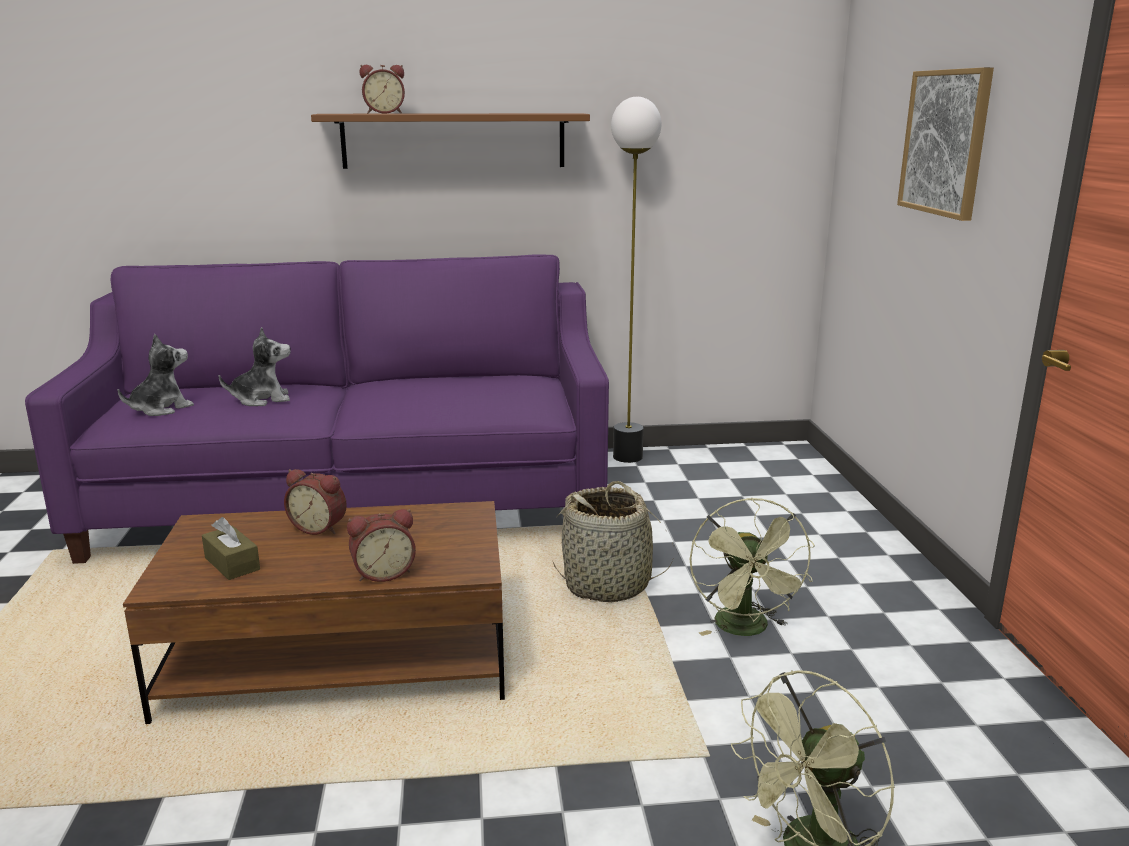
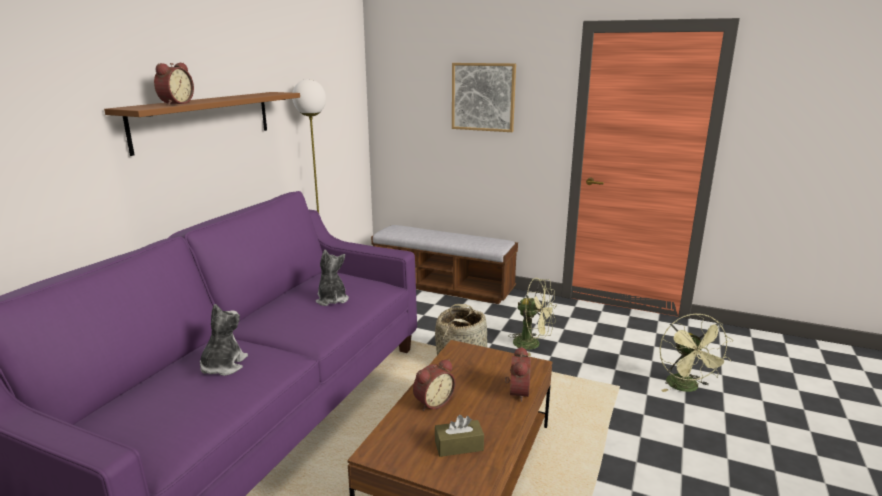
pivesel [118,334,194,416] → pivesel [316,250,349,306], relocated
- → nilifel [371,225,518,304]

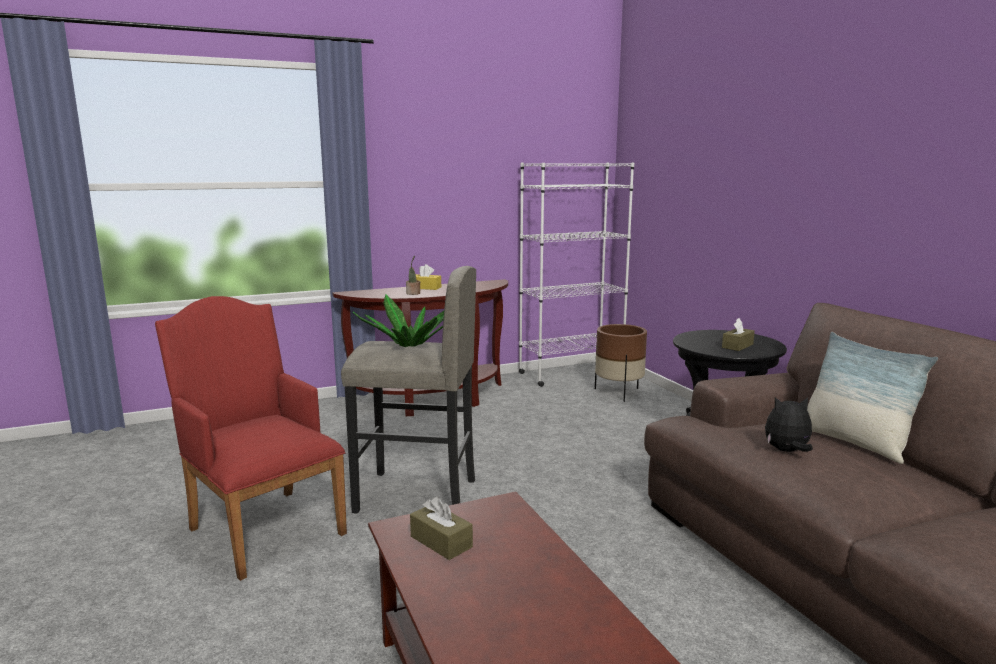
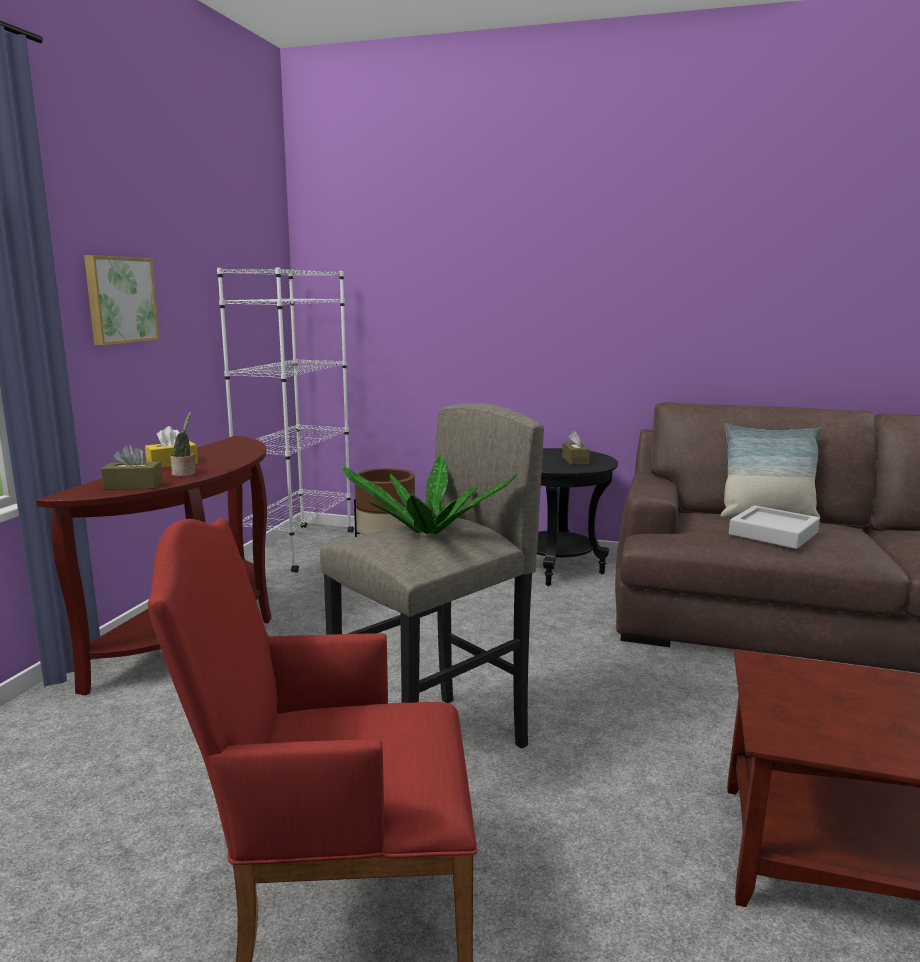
- → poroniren [84,255,160,345]
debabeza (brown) [410,496,473,560] → debabeza (brown) [101,444,163,490], relocated
pivesel [765,397,813,452] → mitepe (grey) [729,505,820,549]

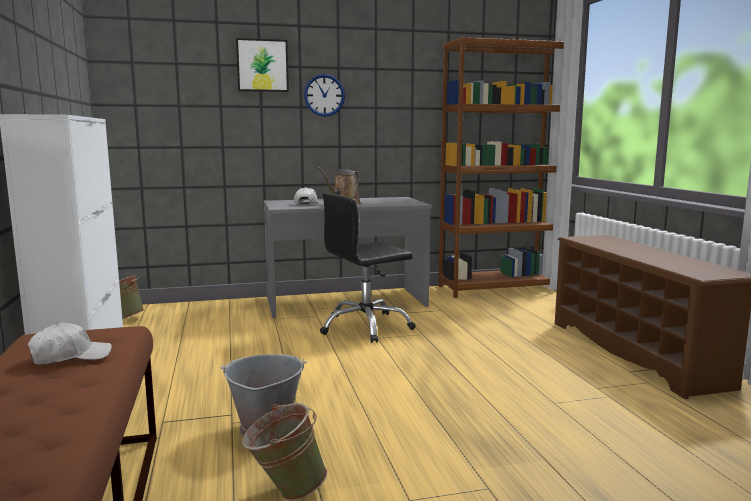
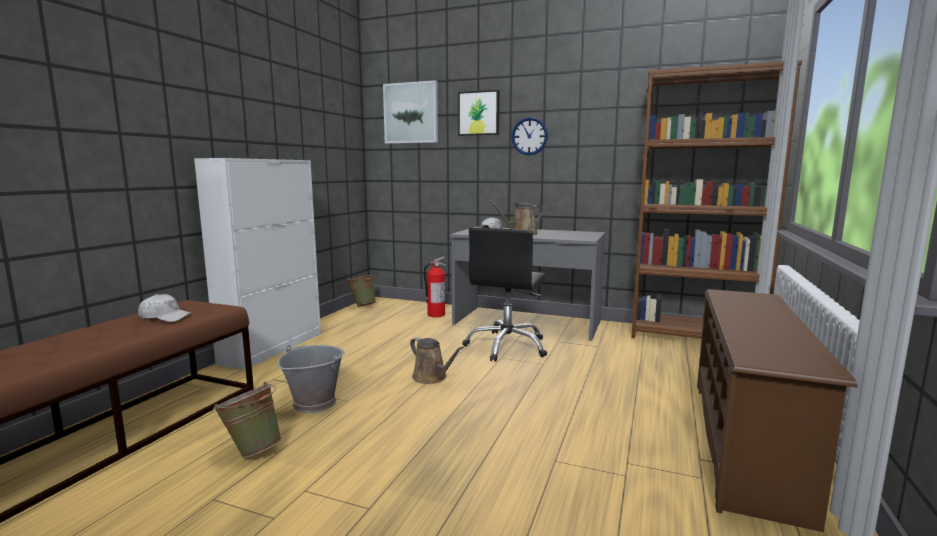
- → poroniren [383,80,438,144]
- → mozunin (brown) [410,337,464,384]
- → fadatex [424,257,446,317]
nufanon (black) [320,193,416,343] → nufanon (black) [462,228,547,362], 75 degrees counterclockwise

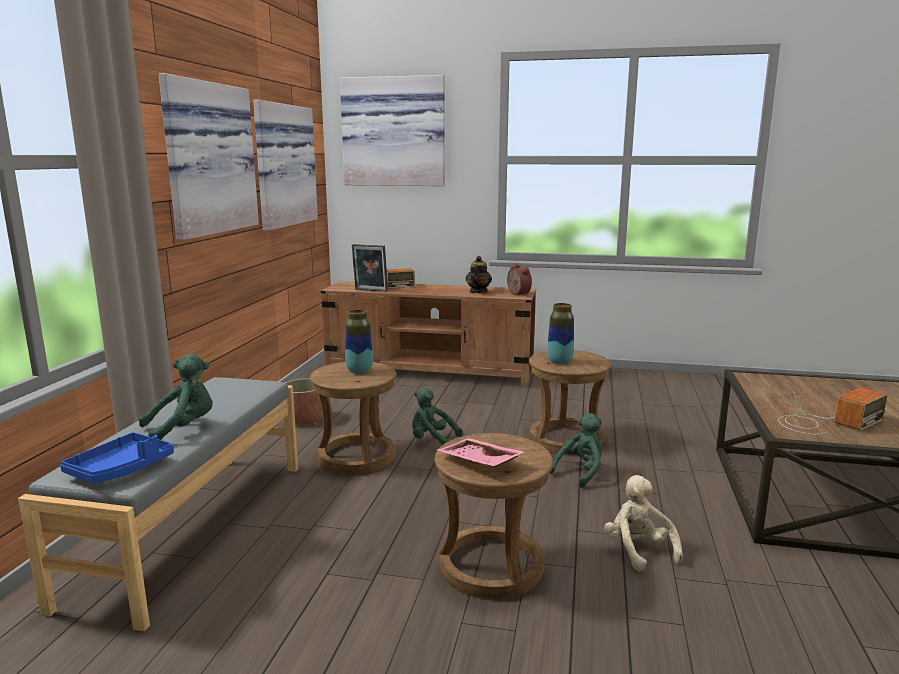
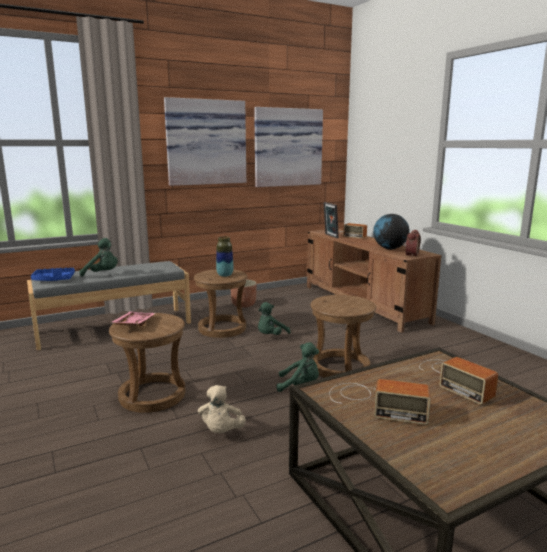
pivesel (beige) [604,475,683,571] → pivesel (beige) [198,385,246,433], 150 degrees clockwise
pivesel (green) [412,388,463,445] → pivesel (green) [258,302,290,335], 120 degrees counterclockwise
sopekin [466,256,492,293] → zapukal [373,214,409,250]
- → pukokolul [419,357,498,405]
poroniren [340,75,445,186] → -
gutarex [547,303,574,365] → -

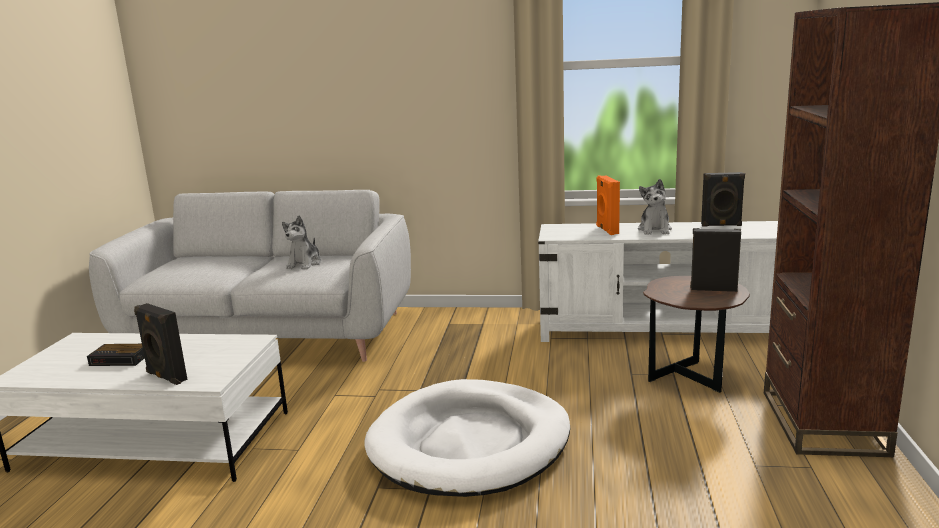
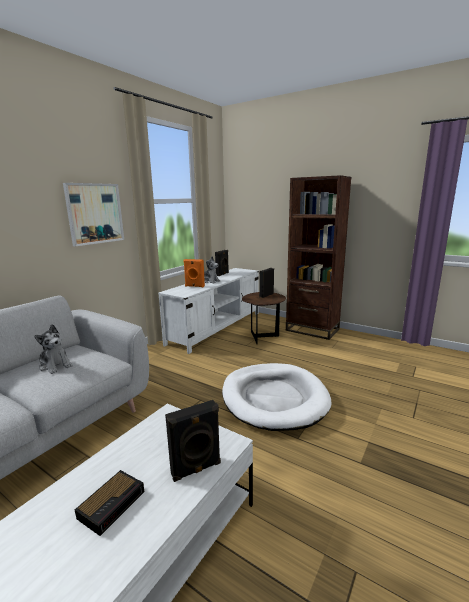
- → poroniren [63,183,124,247]

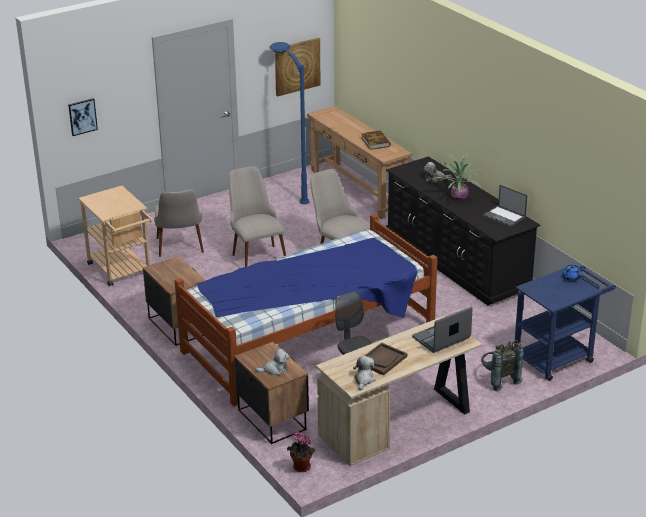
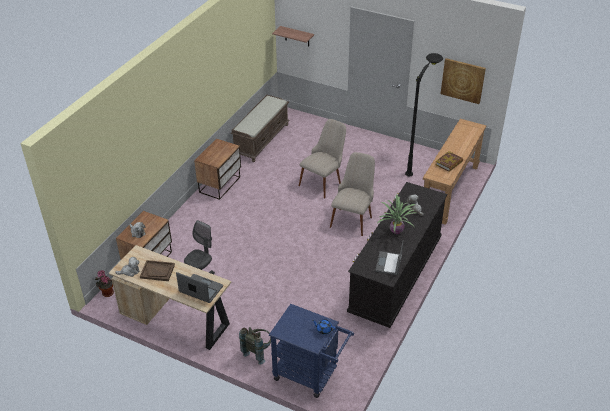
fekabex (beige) [78,186,153,286] → nilifel (brown) [231,95,290,162]
poroniren [68,98,98,136] → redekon [272,26,314,46]
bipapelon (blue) [269,42,310,204] → bipapelon (black) [405,53,443,177]
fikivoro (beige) [154,189,204,257] → -
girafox [175,214,437,406] → -

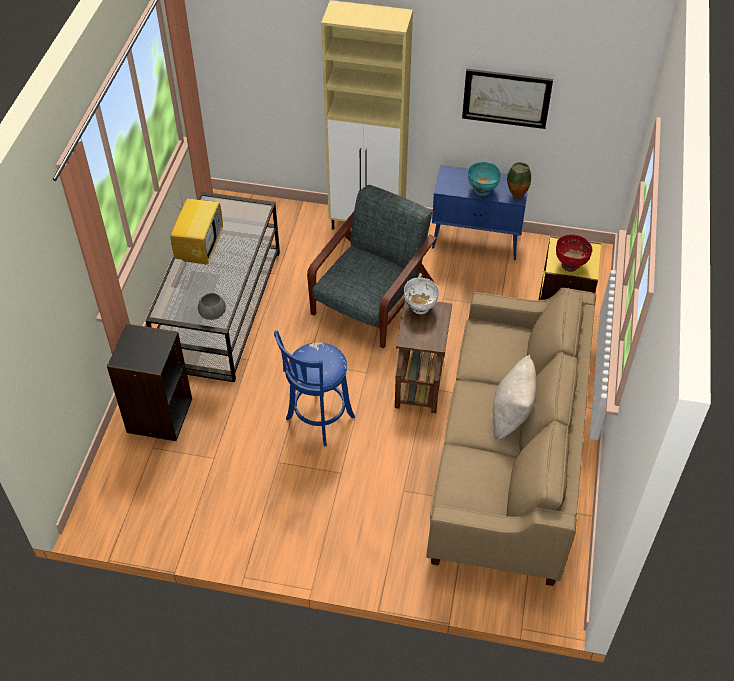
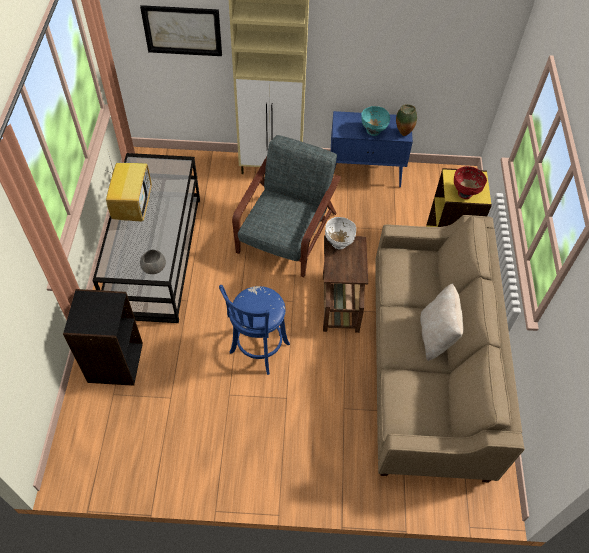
poroniren [462,69,553,129] → poroniren [140,5,222,56], relocated

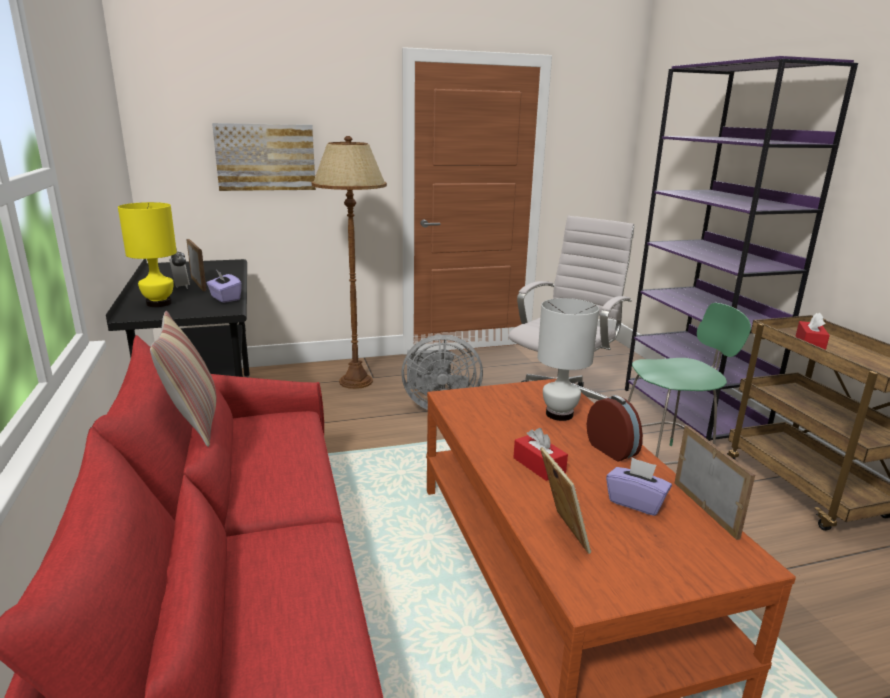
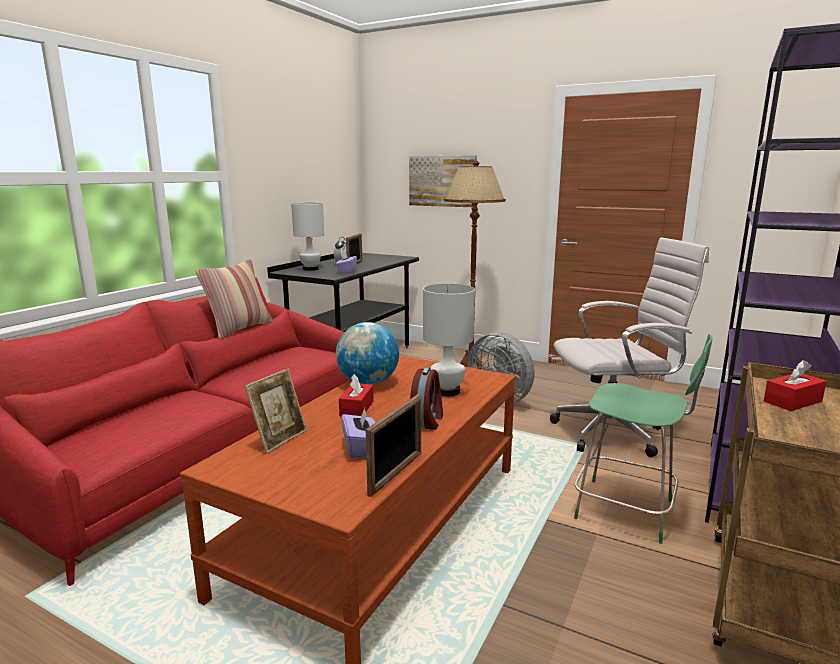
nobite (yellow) [118,202,177,307] → nobite (white) [291,203,324,271]
- → zapukal [336,322,399,385]

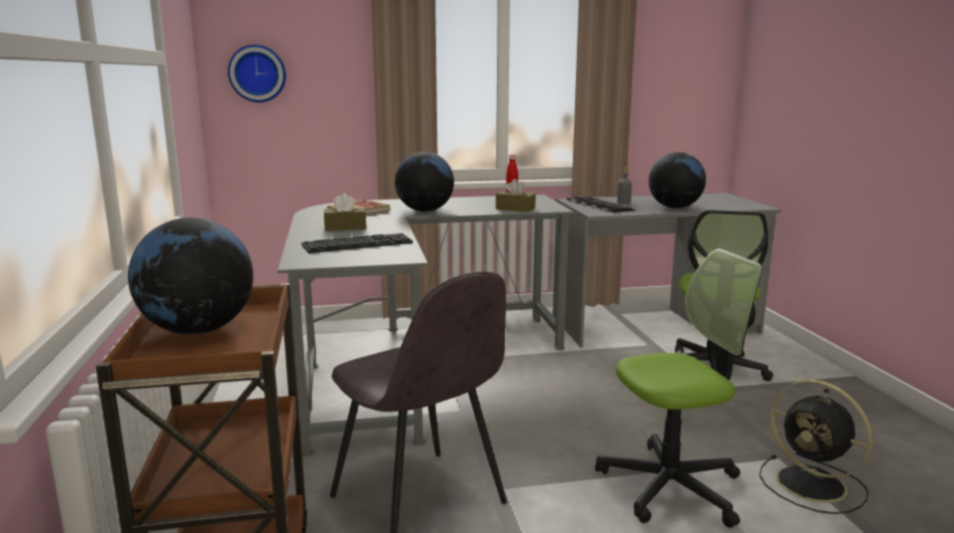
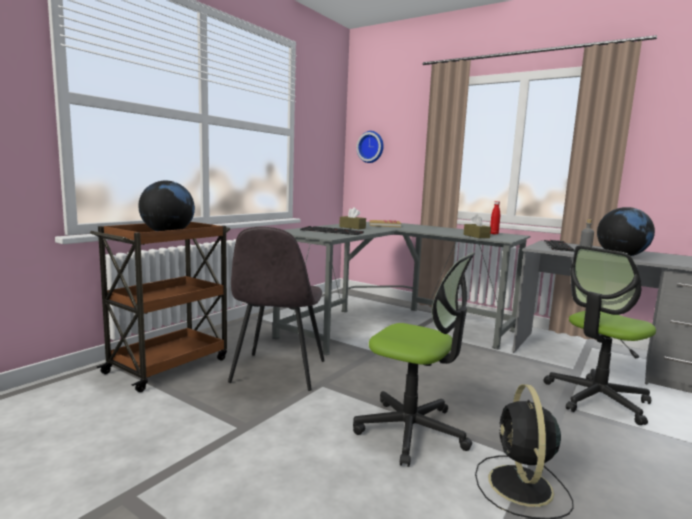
zapukal [395,152,454,212] → -

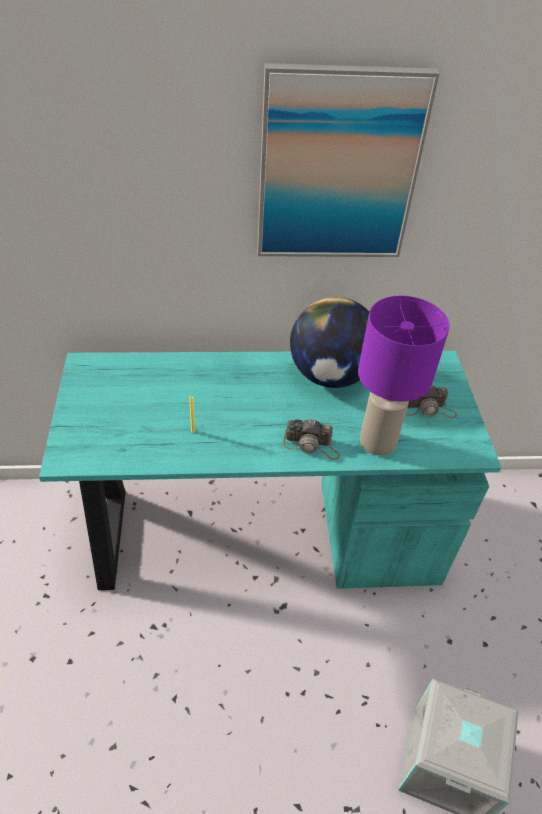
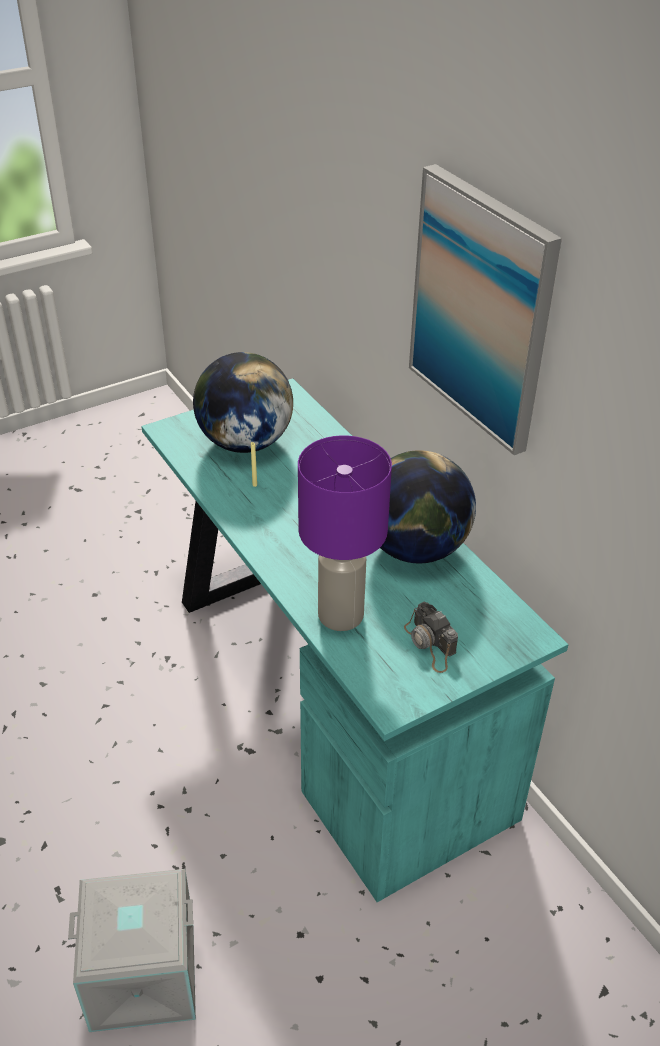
- → zapukal [193,352,293,453]
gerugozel [283,419,340,460] → -

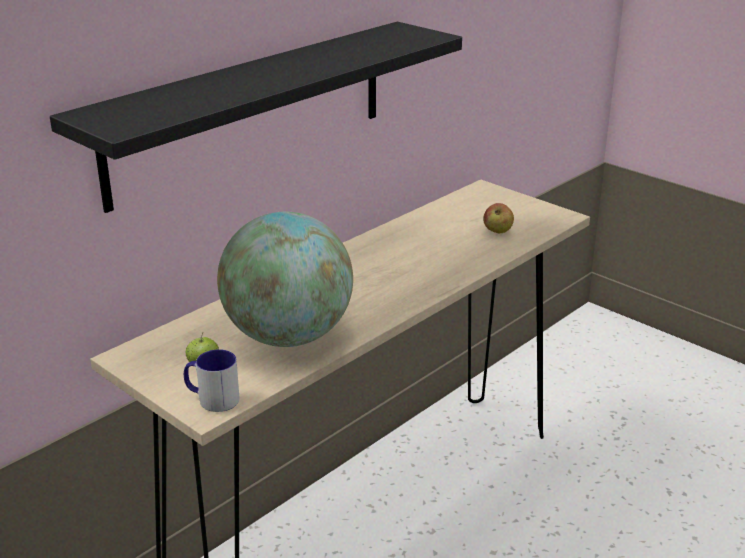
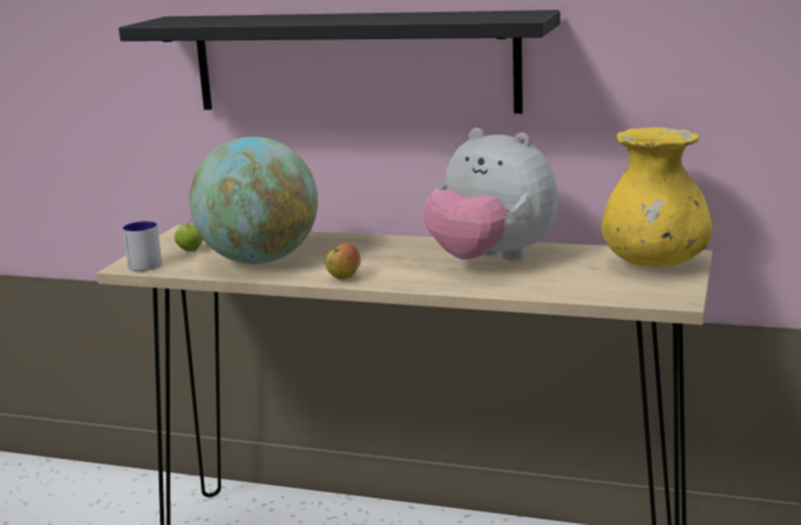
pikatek [483,203,514,234] → pikatek [325,243,361,279], relocated
- → pivesel [423,128,558,261]
- → gutarex (yellow) [601,127,713,267]

